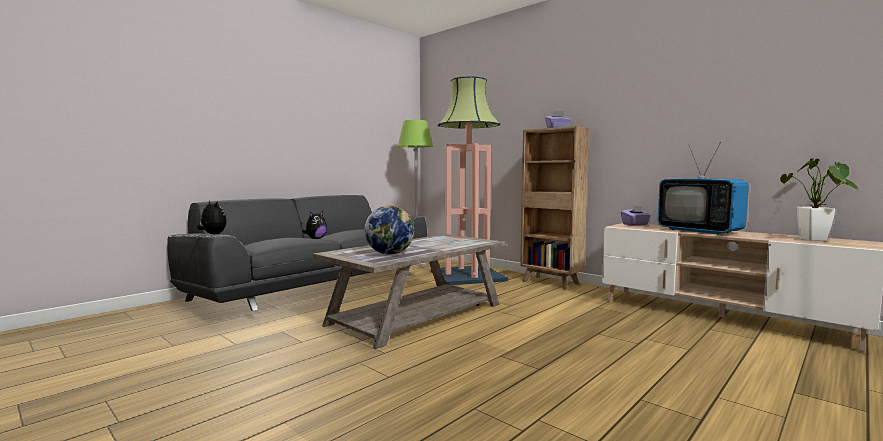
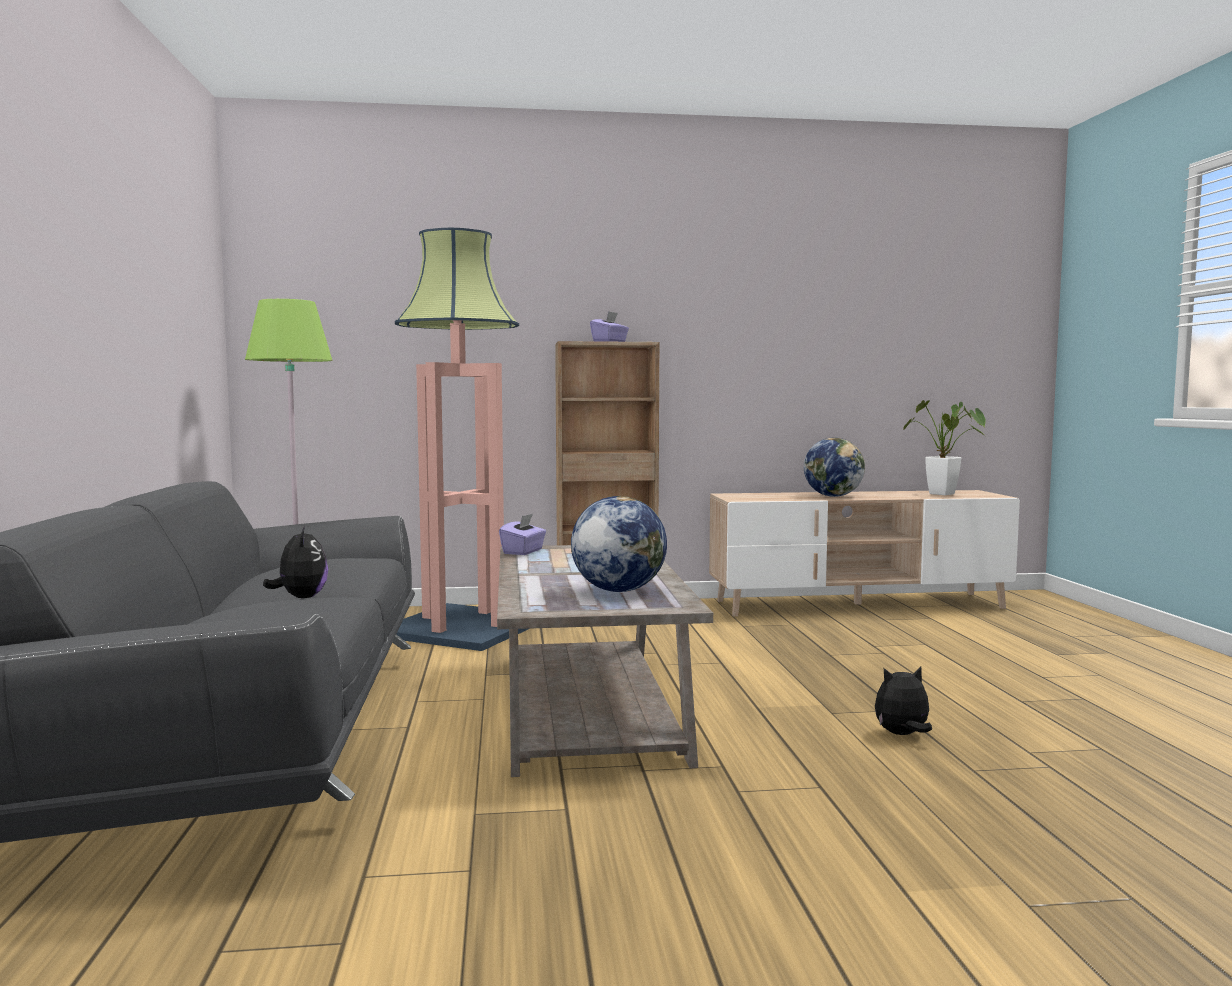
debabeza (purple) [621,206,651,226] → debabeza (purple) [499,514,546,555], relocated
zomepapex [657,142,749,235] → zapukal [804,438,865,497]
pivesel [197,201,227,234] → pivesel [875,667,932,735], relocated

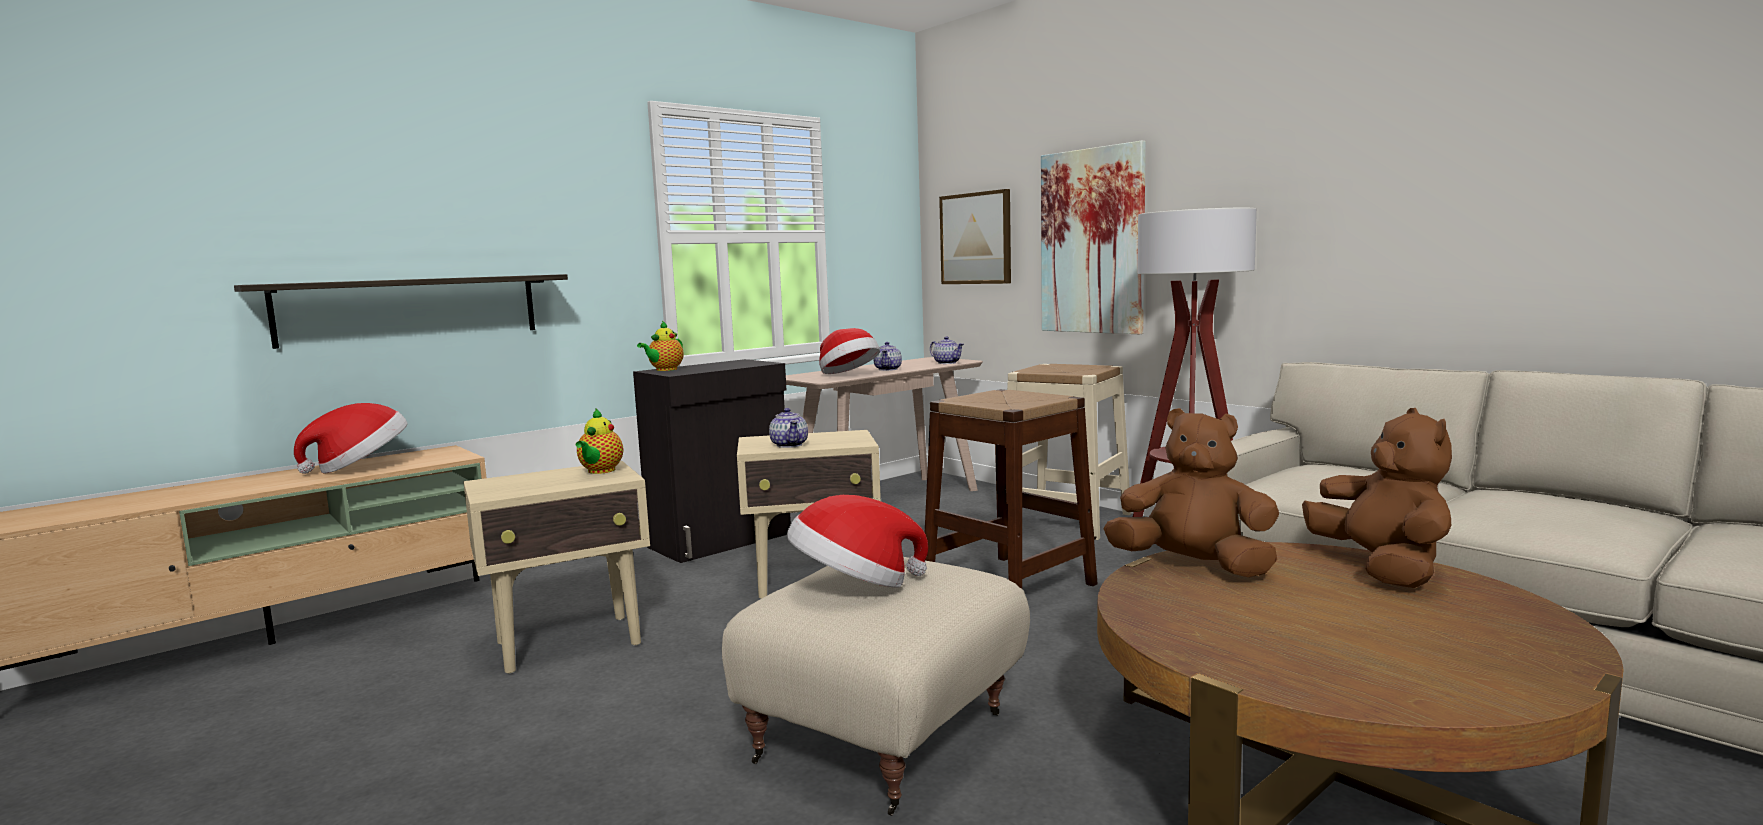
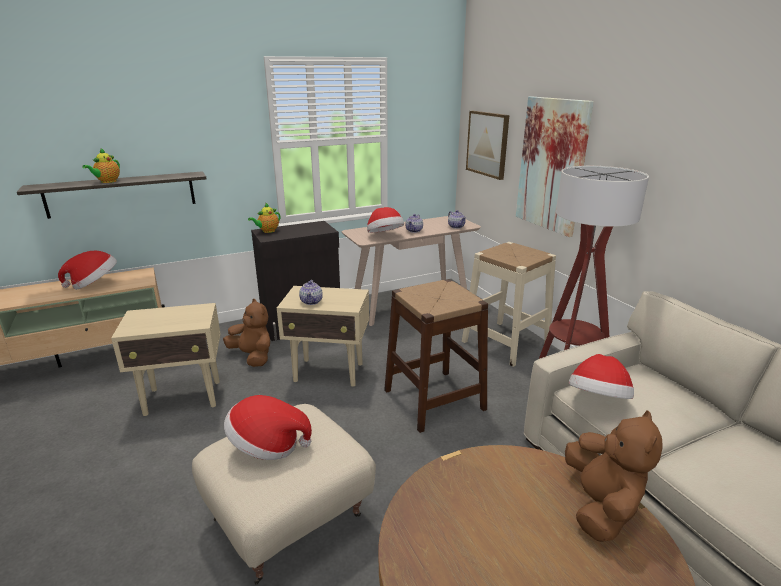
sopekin [576,408,623,474] → sopekin [82,148,120,183], relocated
pivesel (brown) [1104,408,1279,577] → pivesel (brown) [223,299,270,367], relocated
- → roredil [569,354,634,399]

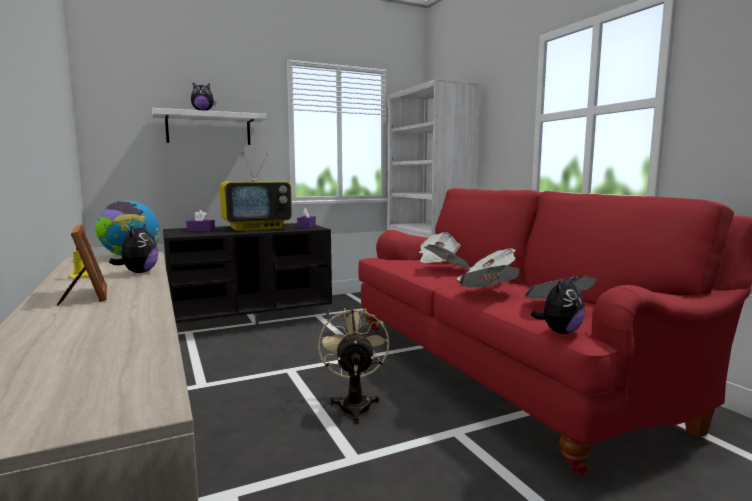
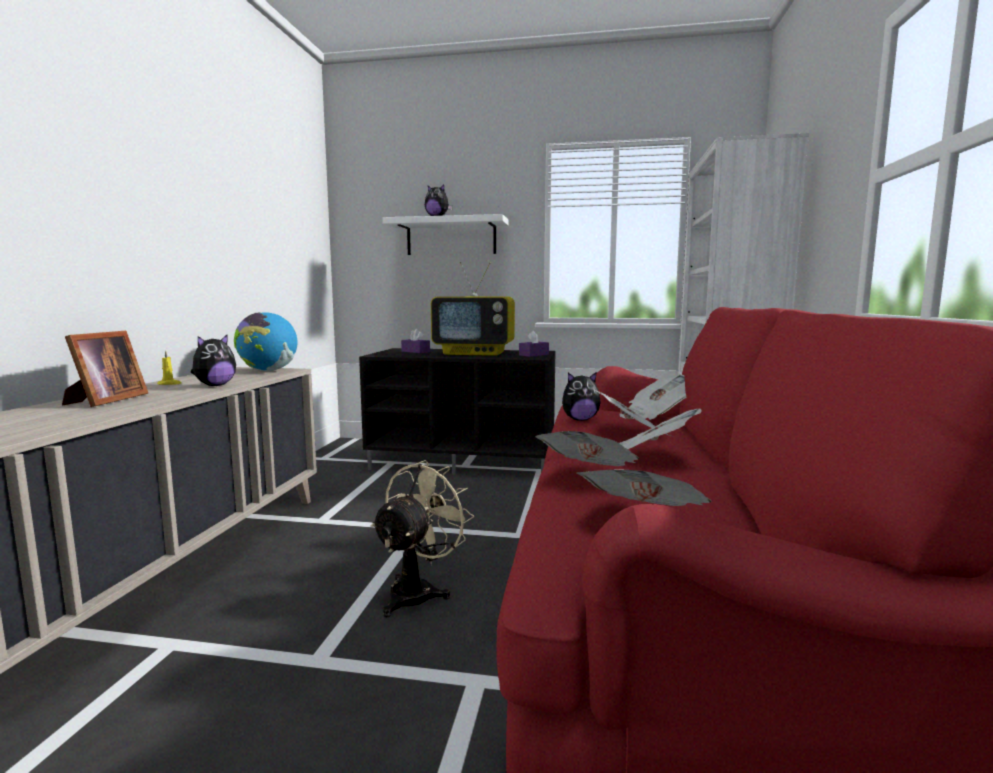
pivesel [531,276,585,334] → pivesel [562,372,601,421], relocated

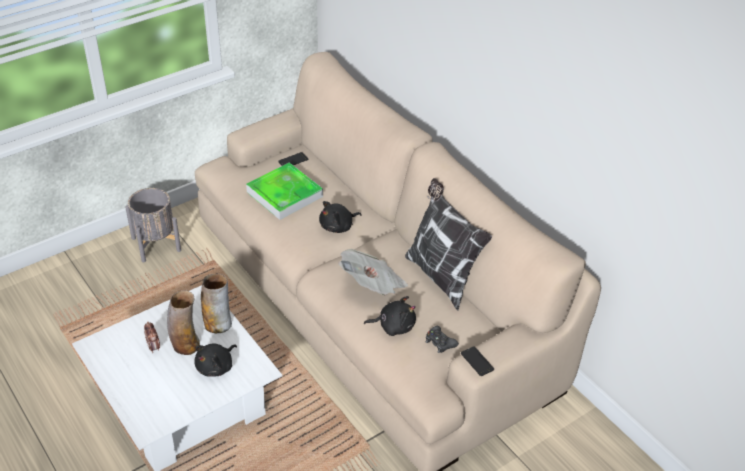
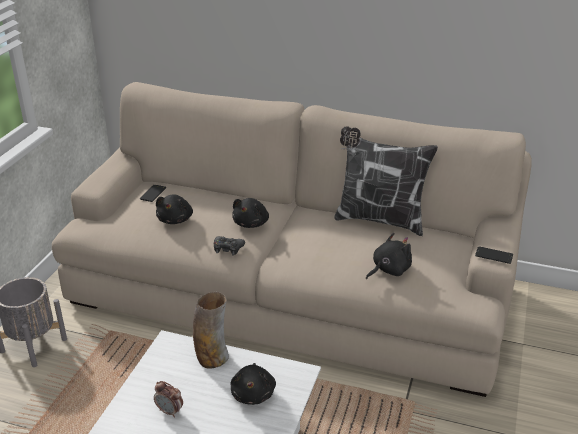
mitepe [246,162,323,220] → pivesel (black) [156,194,193,224]
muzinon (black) [426,326,459,353] → muzinon (black) [214,236,245,255], relocated
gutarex [167,290,200,355] → -
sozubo [338,249,408,295] → -

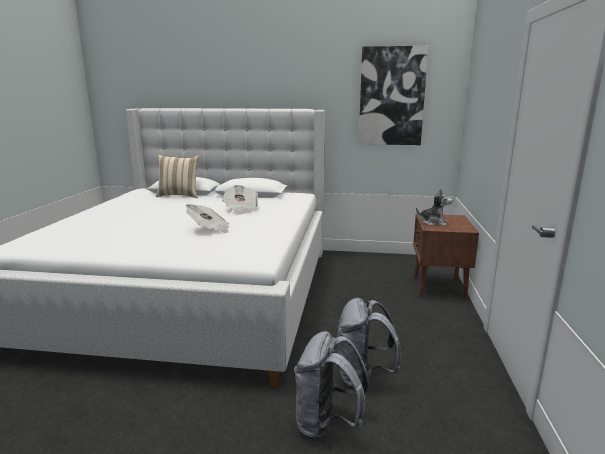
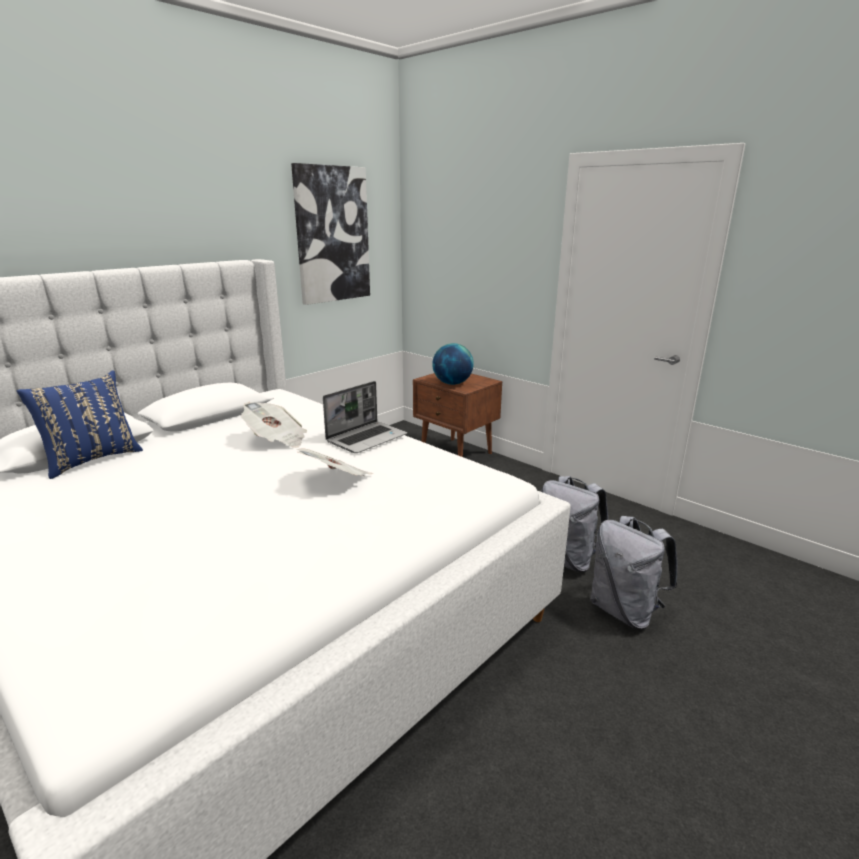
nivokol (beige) [156,155,199,198] → nivokol (blue) [17,370,143,479]
- → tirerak [323,381,407,453]
pivesel [416,189,452,226] → zapukal [432,343,474,385]

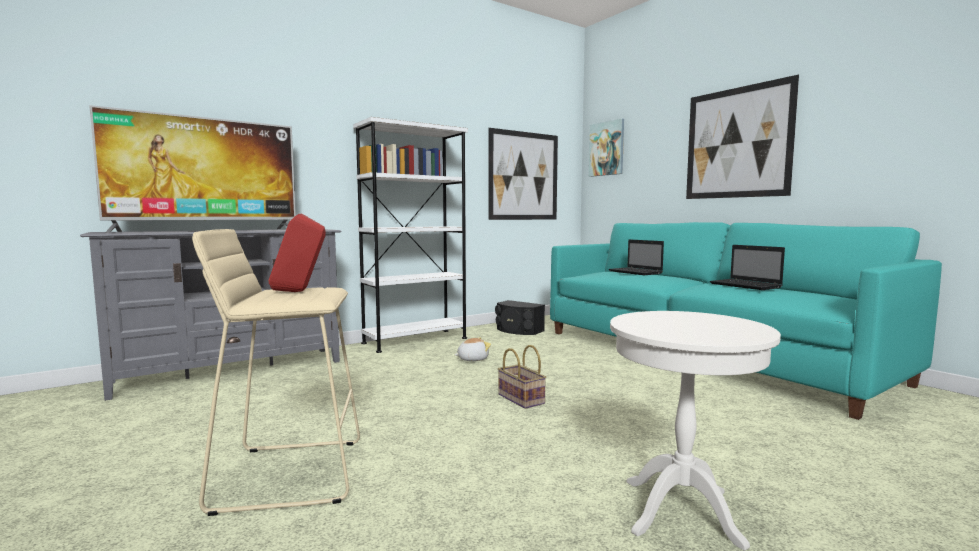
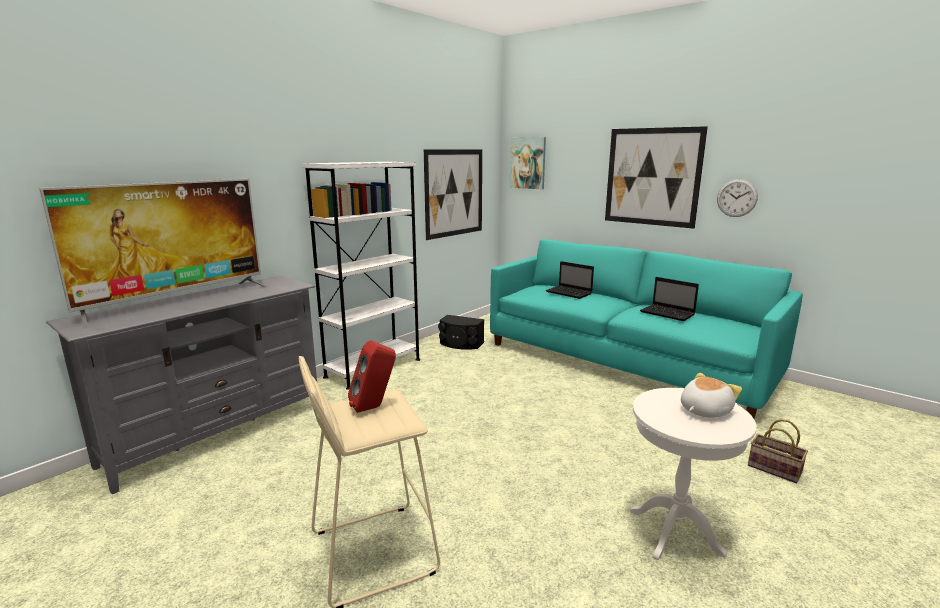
pivesel [454,337,491,361] → pivesel [681,373,742,418], relocated
- → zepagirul [717,179,758,217]
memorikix [498,345,546,409] → memorikix [748,419,808,483], relocated

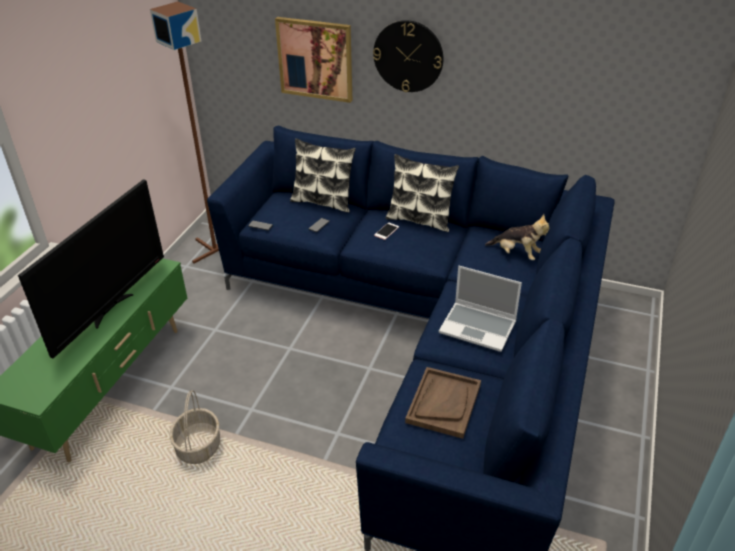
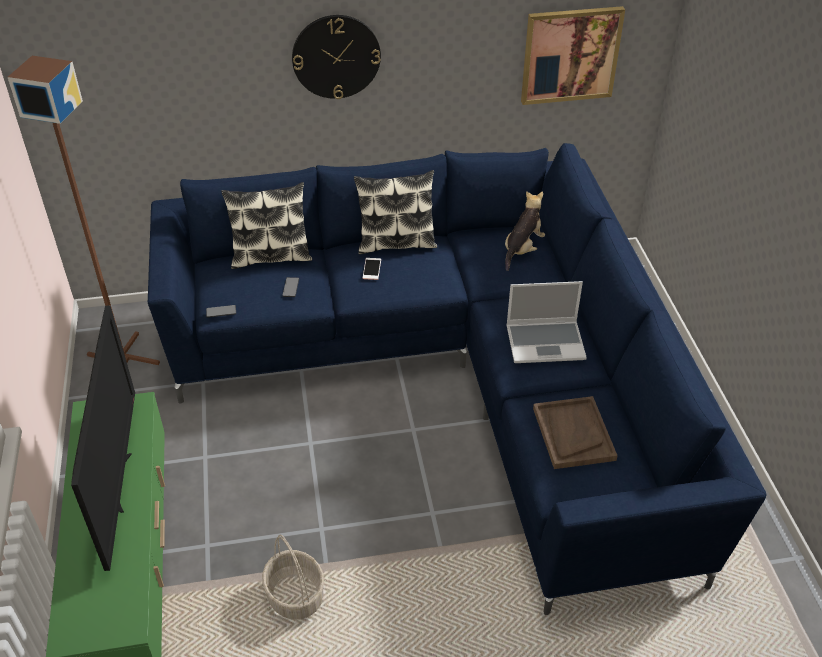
pivesel [485,214,549,260] → pivesel [505,191,545,271], 60 degrees counterclockwise
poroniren [275,17,352,103] → poroniren [521,6,625,105], relocated

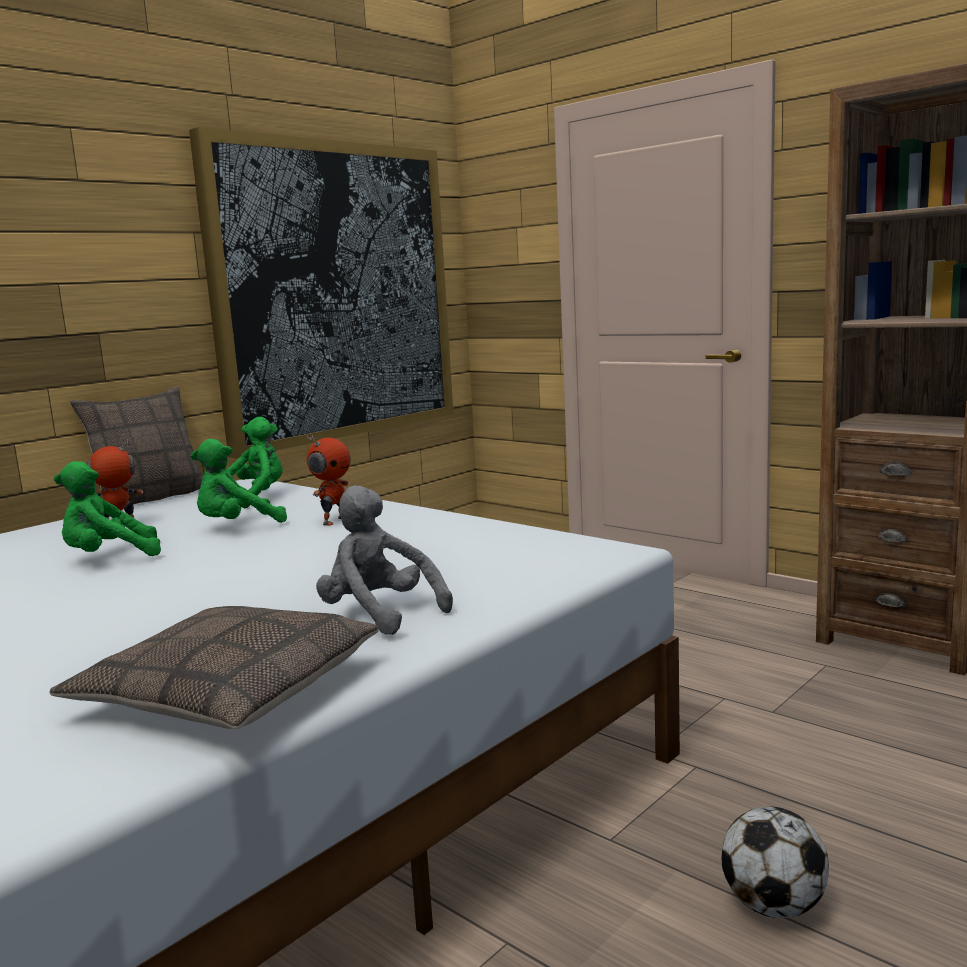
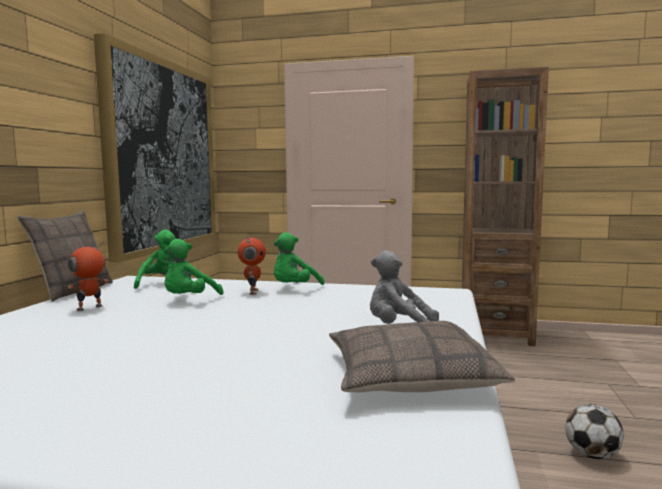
pivesel (green) [54,461,161,556] → pivesel (green) [274,232,324,285], relocated

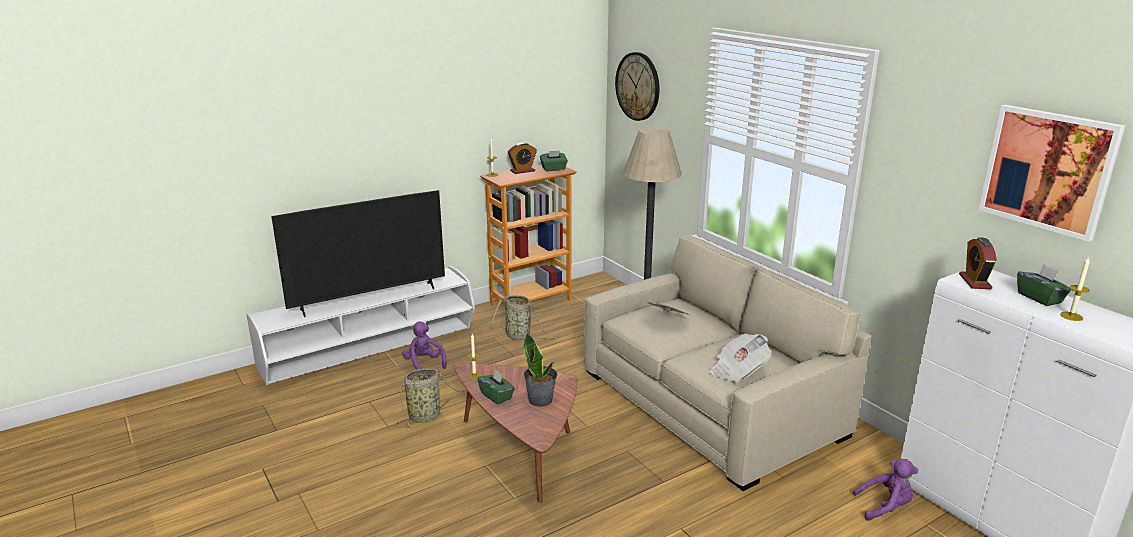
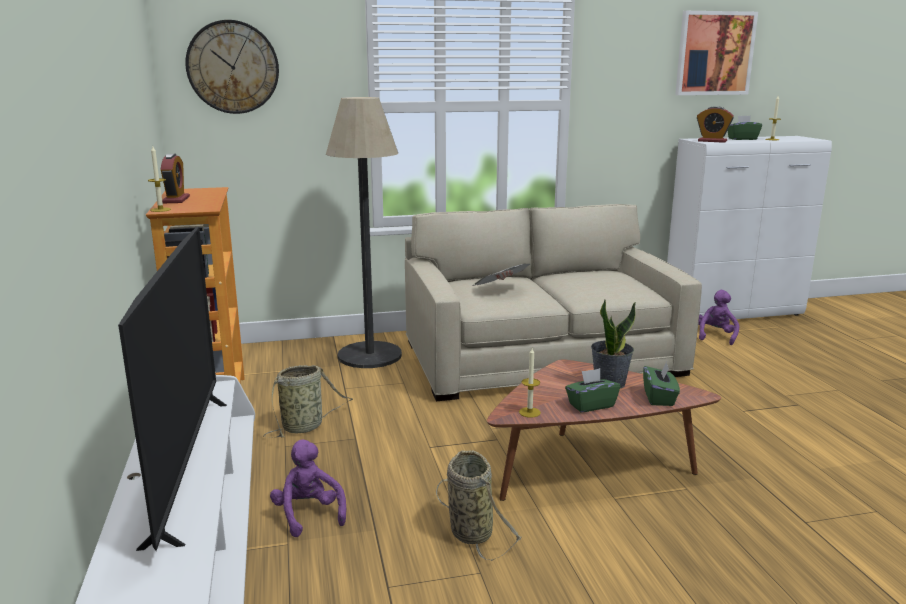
pivesel (purple) [402,321,447,370] → pivesel (purple) [270,439,346,537], 75 degrees clockwise
debabeza (green) [540,151,568,171] → debabeza (green) [643,362,680,406], relocated
sozubo [709,334,772,383] → -

